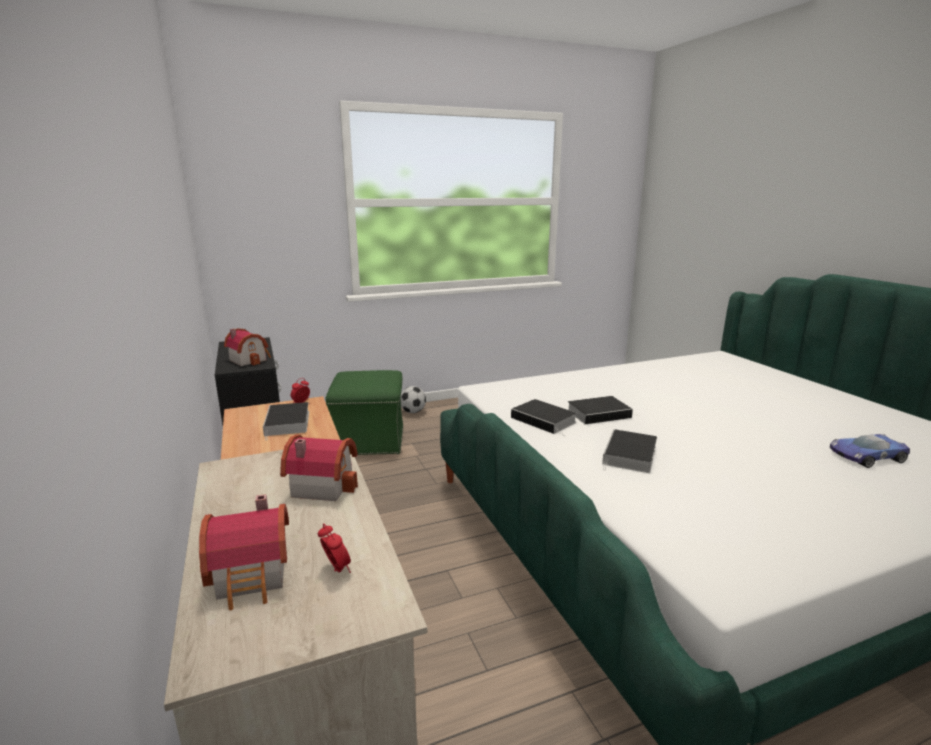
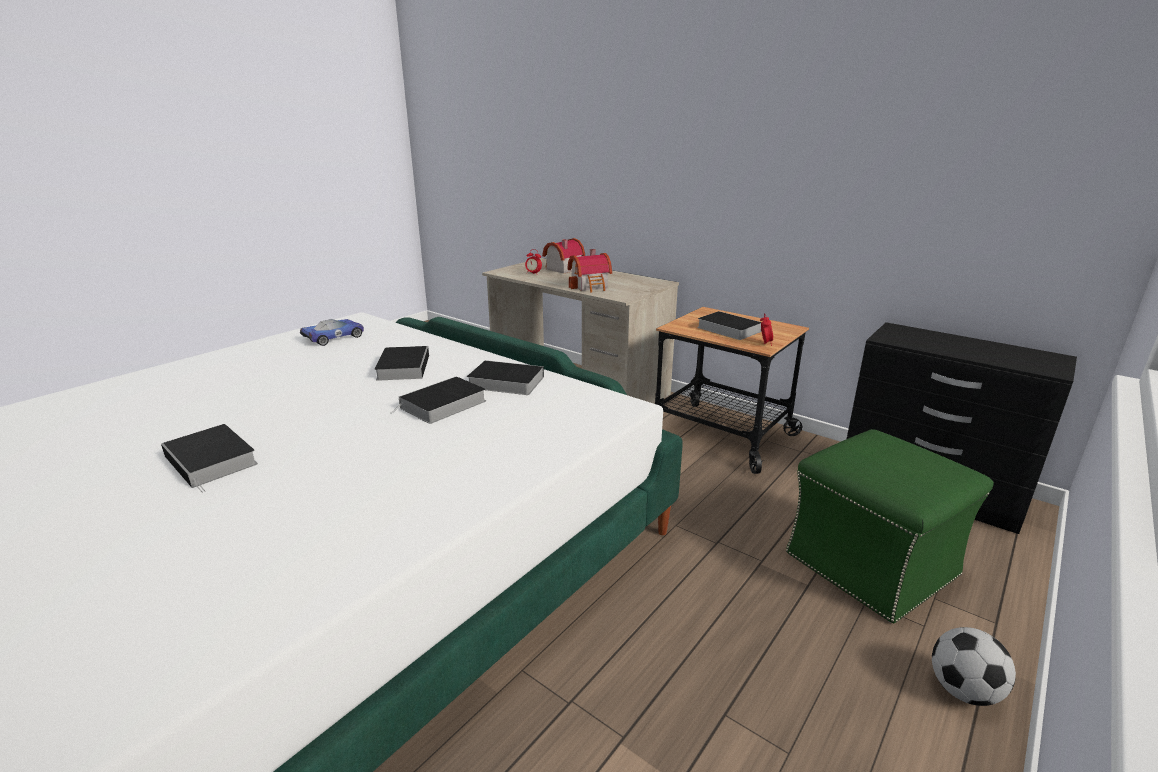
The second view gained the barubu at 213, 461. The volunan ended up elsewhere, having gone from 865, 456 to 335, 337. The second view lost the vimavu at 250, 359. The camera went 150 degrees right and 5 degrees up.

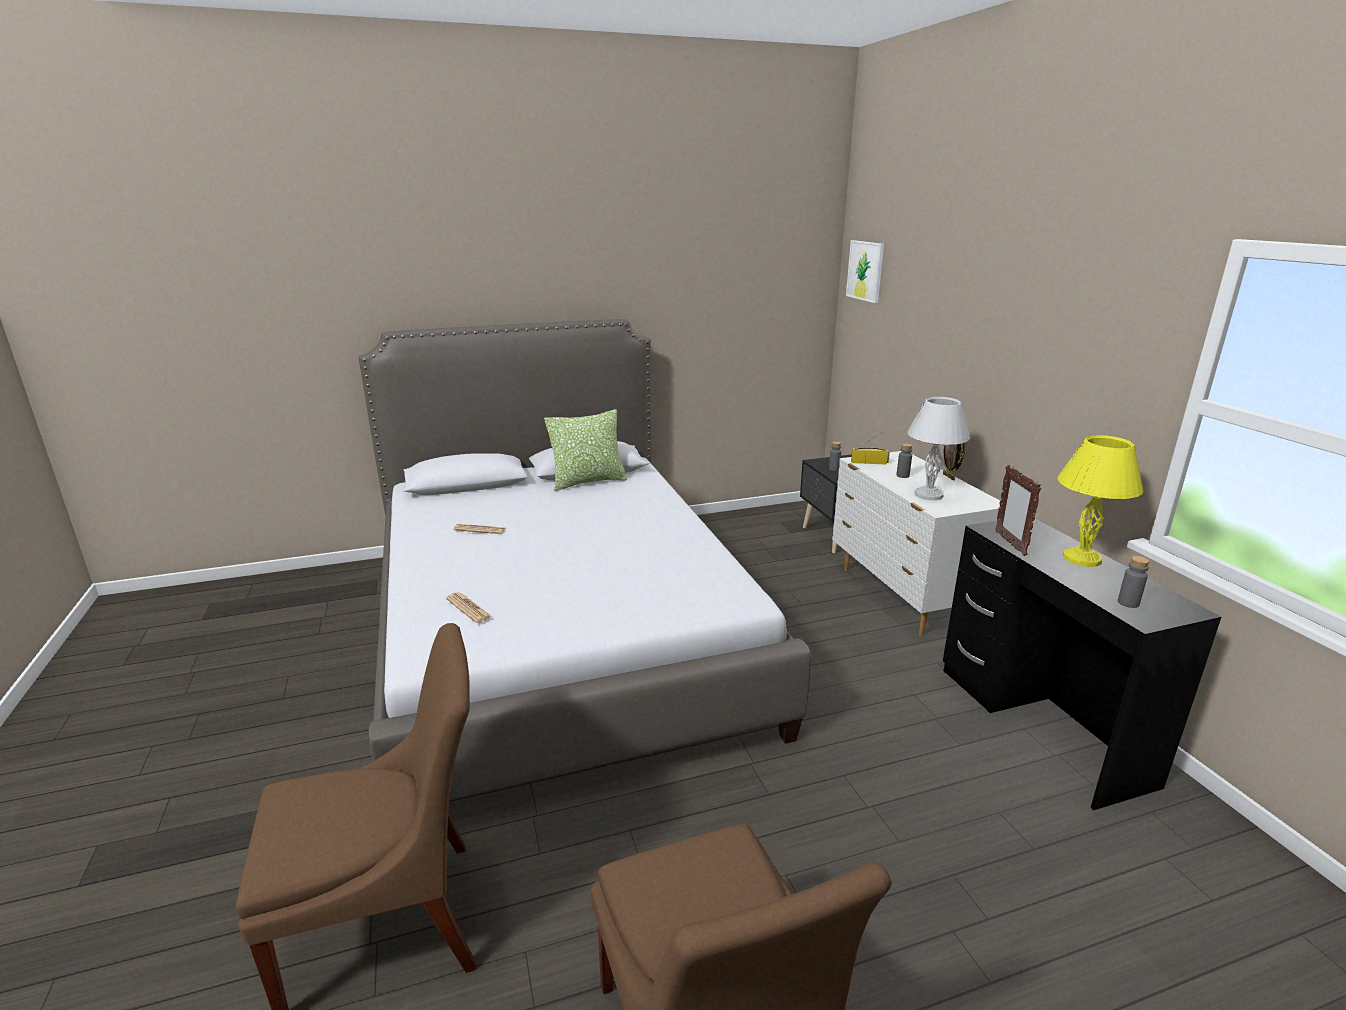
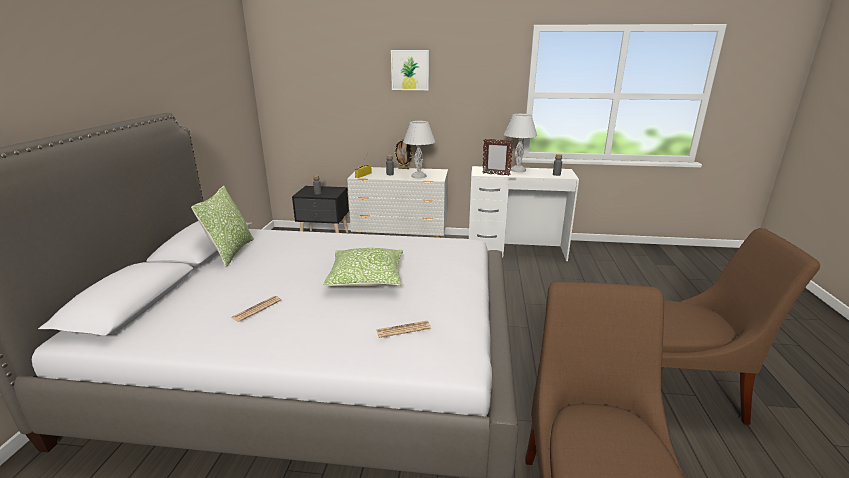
The second view gained the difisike at 366, 278. The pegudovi ended up elsewhere, having gone from 865, 271 to 410, 70. What was the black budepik at 1041, 724 turned into the white budepik at 516, 250. What was the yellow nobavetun at 1081, 558 turned into the white nobavetun at 517, 170. The camera went 65 degrees left and 0 degrees up.

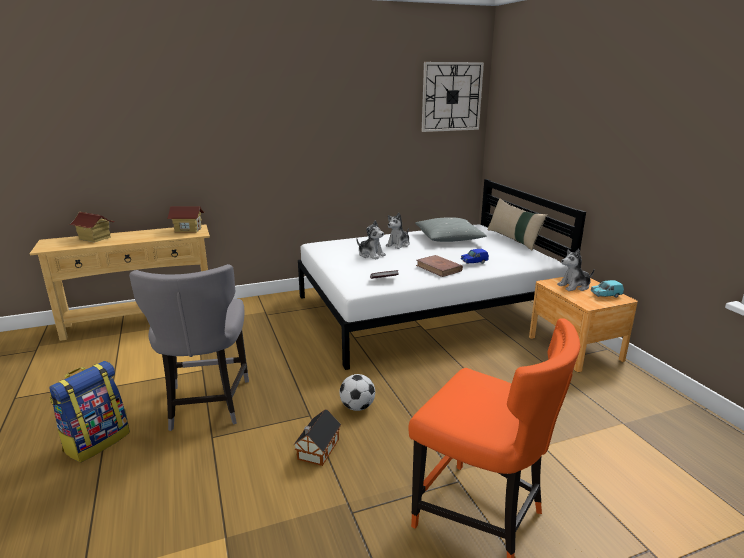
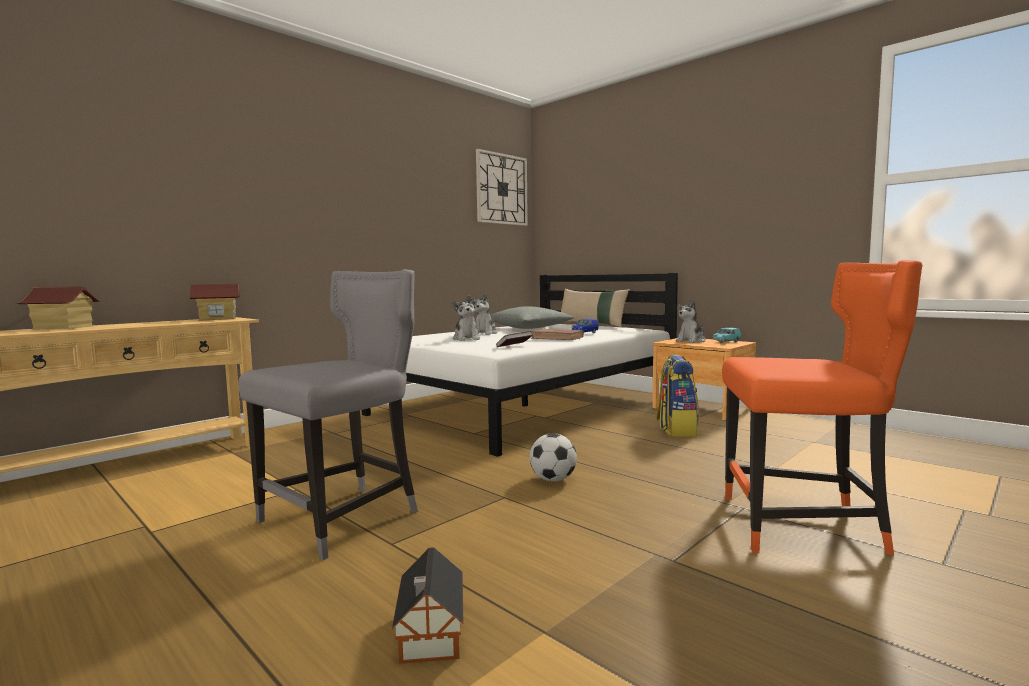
The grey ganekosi at 206, 405 ended up facing another way, 105 degrees counterclockwise from before. The vimavu ended up elsewhere, having gone from 317, 450 to 430, 635. The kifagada at 371, 255 ended up facing another way, 60 degrees clockwise from before. The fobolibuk ended up elsewhere, having gone from 97, 441 to 676, 430. The camera went 25 degrees left and 15 degrees down.

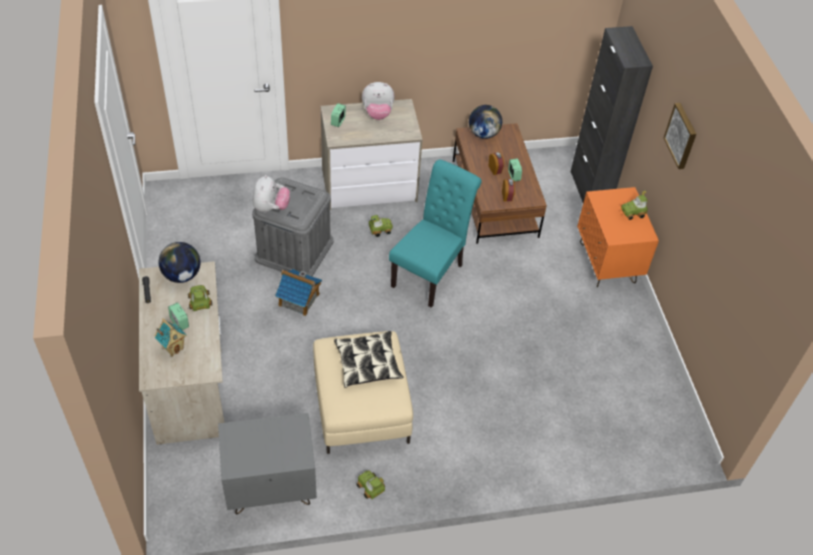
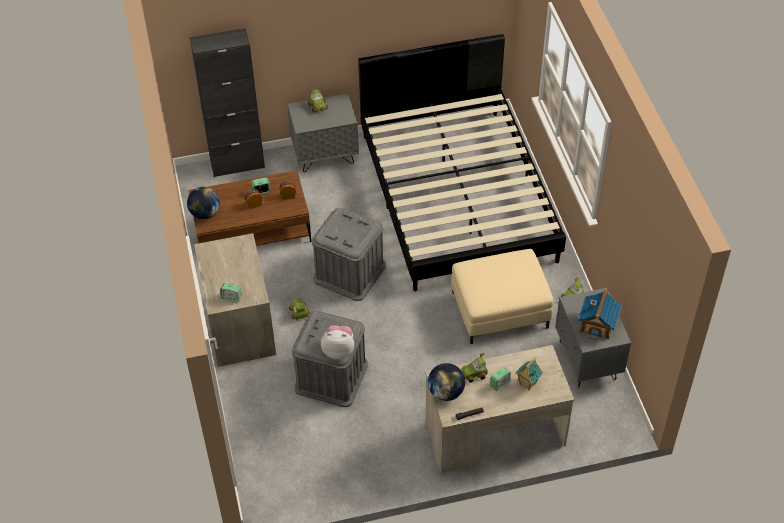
What was the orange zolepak at 607, 263 turned into the grey zolepak at 325, 156. Where the turquoise ganekosi stood at 430, 273, the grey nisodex came to stand at 349, 272. The second view gained the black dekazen at 457, 195. The vimavu ended up elsewhere, having gone from 299, 300 to 598, 324. The second view lost the difisike at 368, 364. The second view lost the kifagada at 377, 114. The second view lost the pegudovi at 682, 135. The camera went 90 degrees left and 0 degrees up.

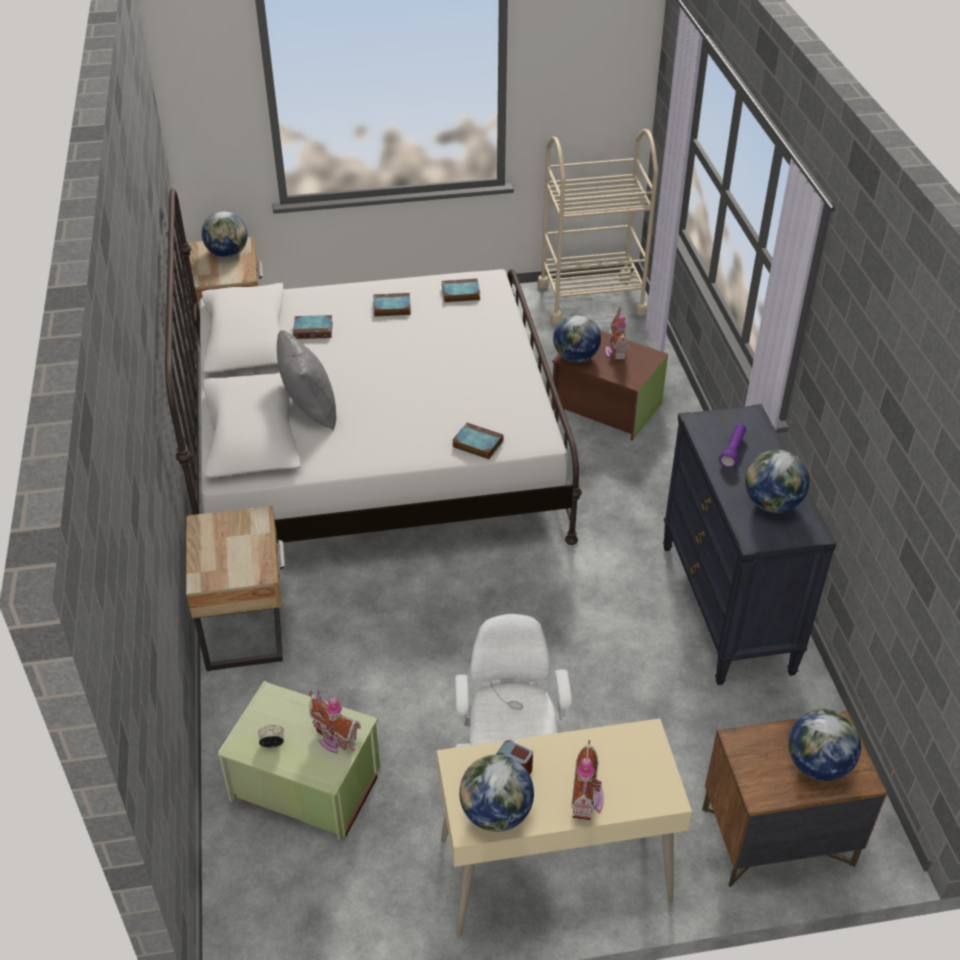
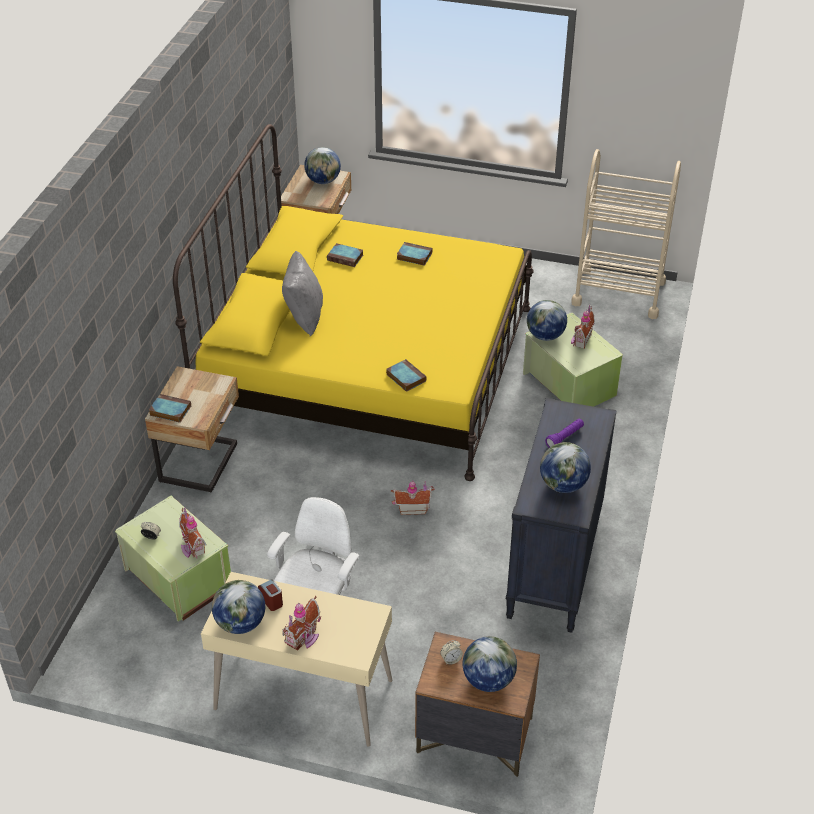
The barubu ended up elsewhere, having gone from 460, 293 to 169, 410. What was the white dekazen at 375, 451 turned into the yellow dekazen at 368, 365. The second view gained the vimavu at 412, 508. The second view gained the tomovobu at 451, 659. What was the brown nisodex at 606, 405 turned into the green nisodex at 570, 383. The camera went 25 degrees right and 0 degrees up.

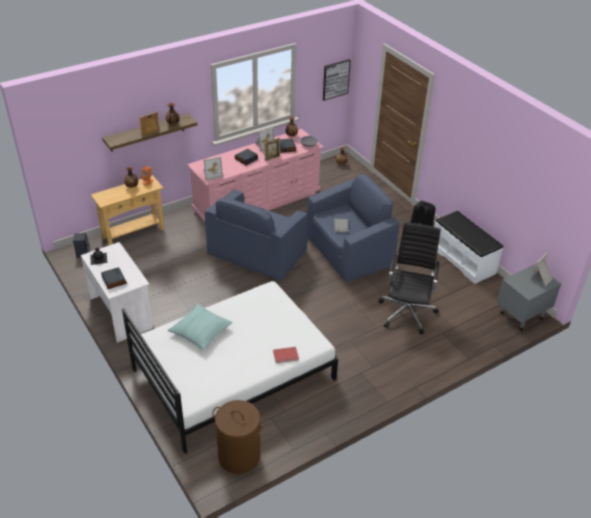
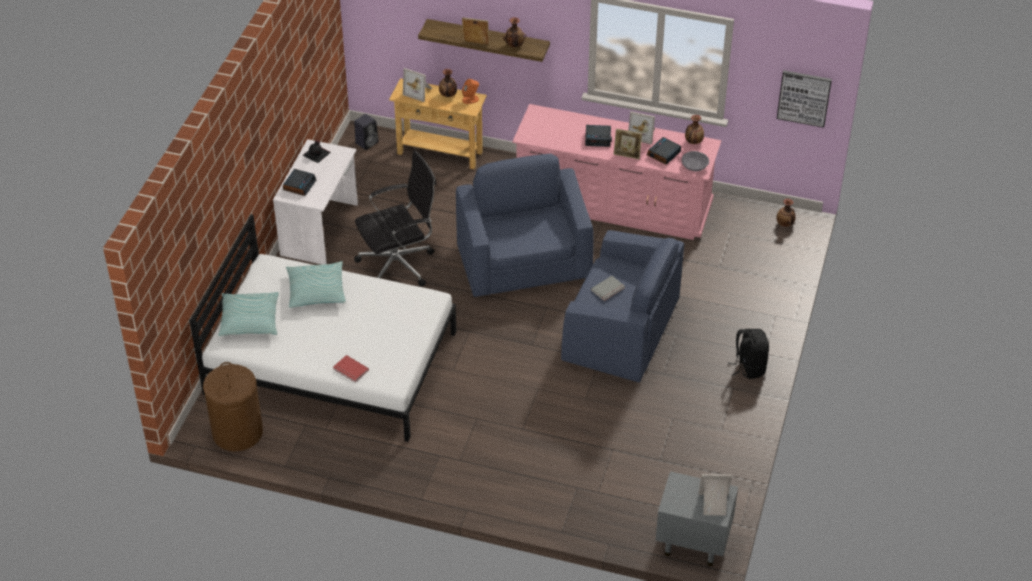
The second view gained the difisike at 249, 320. The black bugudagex ended up elsewhere, having gone from 407, 311 to 399, 264. The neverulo ended up elsewhere, having gone from 212, 174 to 419, 92. The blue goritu at 257, 253 ended up facing another way, 90 degrees clockwise from before. The second view lost the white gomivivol at 463, 260. The camera went 50 degrees right and 5 degrees up.

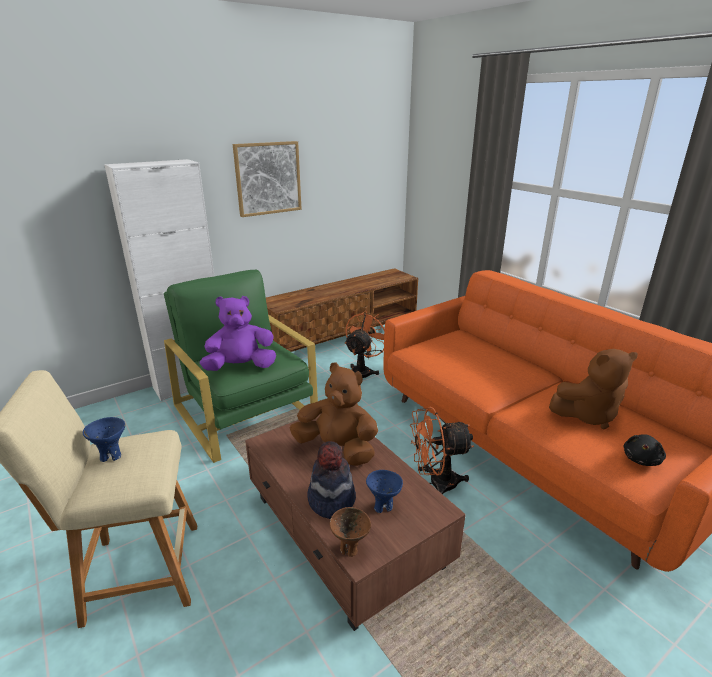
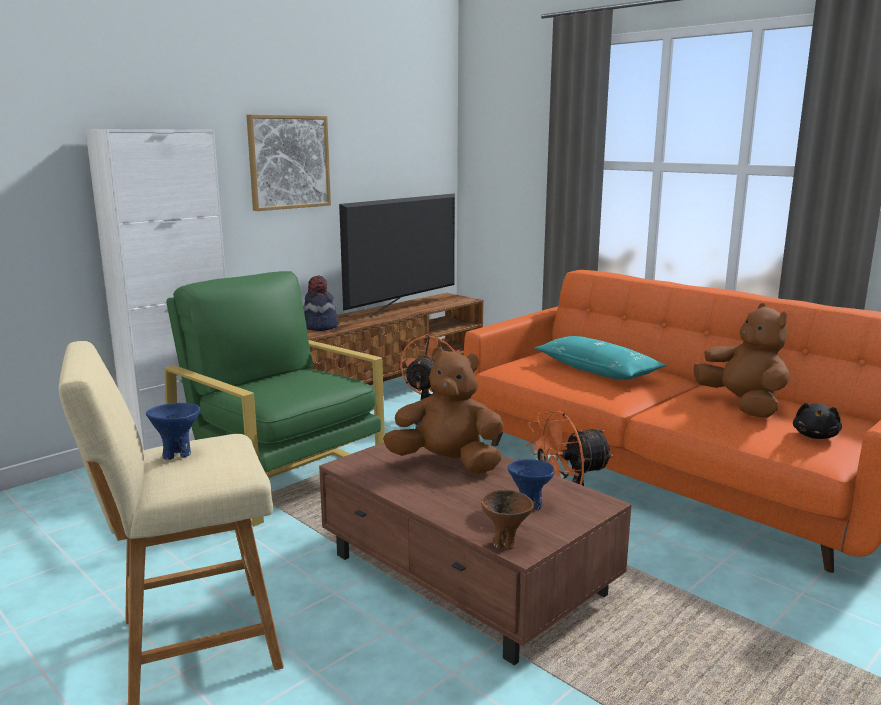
The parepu ended up elsewhere, having gone from 331, 499 to 319, 326. The second view gained the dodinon at 402, 309. The second view gained the turquoise difisike at 597, 370. The brown kifagada at 587, 415 ended up facing another way, 90 degrees counterclockwise from before. The second view lost the purple kifagada at 241, 367. The camera went 10 degrees left and 10 degrees down.

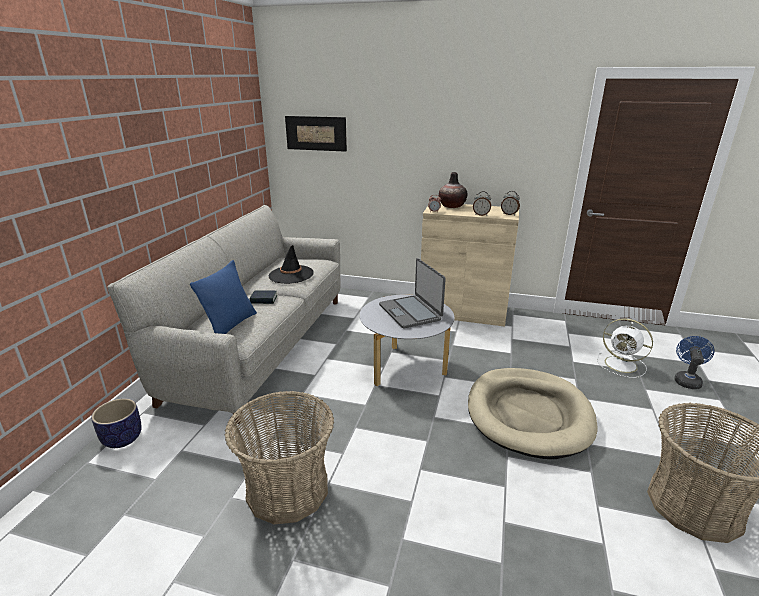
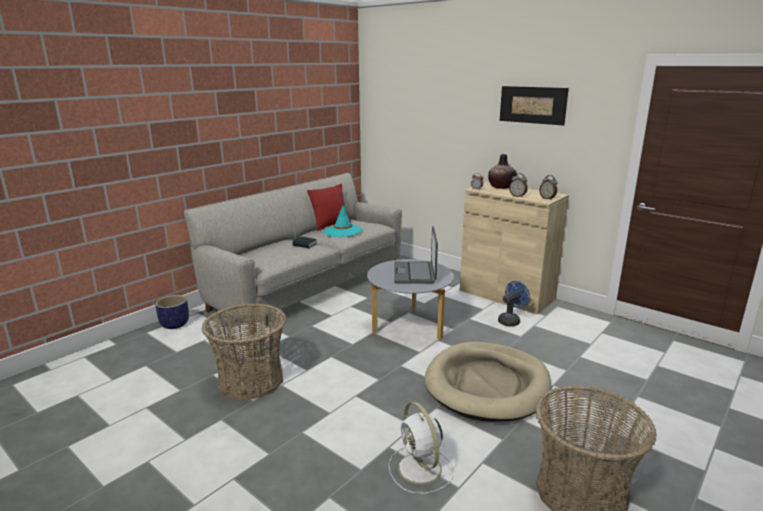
The second view gained the red difisike at 330, 225. What was the black parepu at 291, 275 turned into the turquoise parepu at 342, 231. The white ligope ended up elsewhere, having gone from 622, 365 to 420, 469. The blue ligope ended up elsewhere, having gone from 686, 380 to 511, 320. The pegudovi ended up elsewhere, having gone from 316, 133 to 532, 105. The second view lost the blue difisike at 230, 325. The camera went 25 degrees right and 5 degrees down.

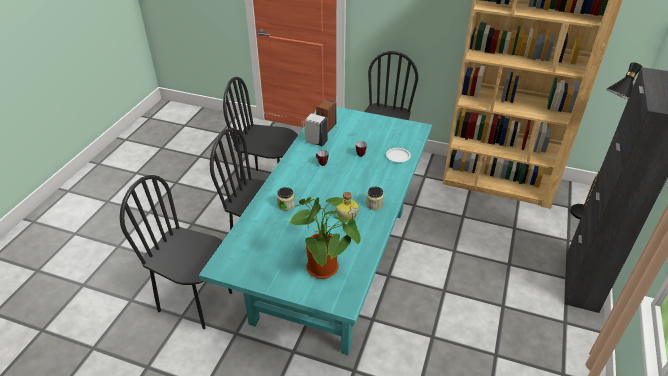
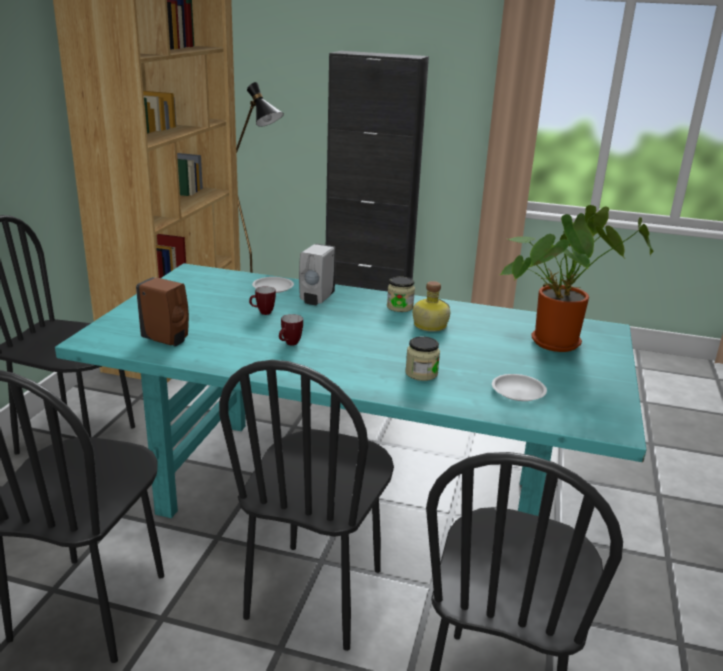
The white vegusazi ended up elsewhere, having gone from 315, 142 to 316, 299. The second view gained the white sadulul at 518, 391. The camera went 95 degrees left and 15 degrees down.

